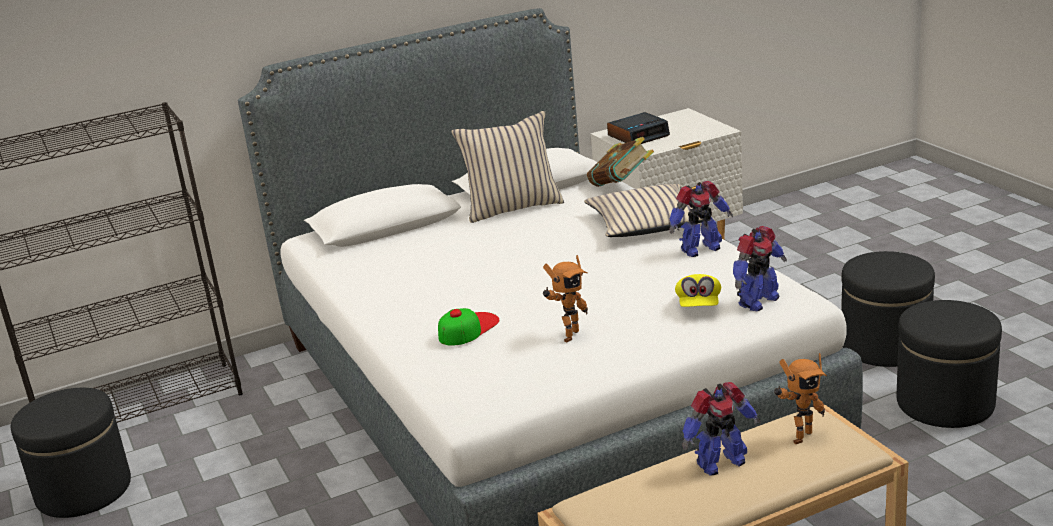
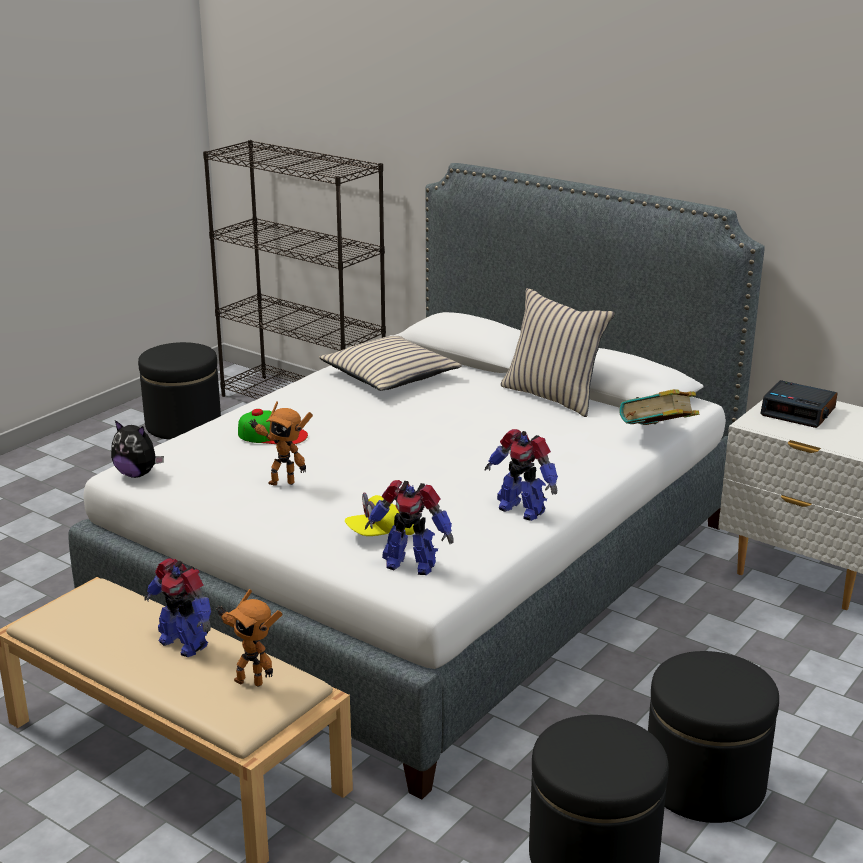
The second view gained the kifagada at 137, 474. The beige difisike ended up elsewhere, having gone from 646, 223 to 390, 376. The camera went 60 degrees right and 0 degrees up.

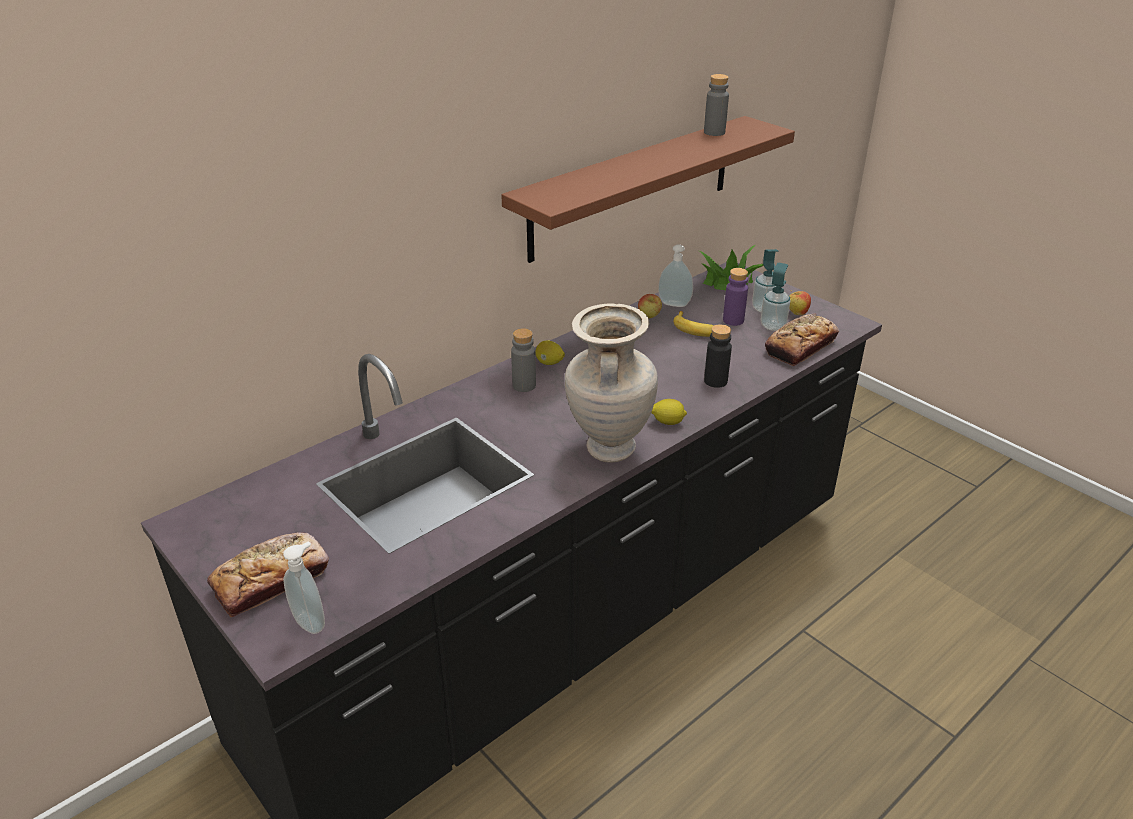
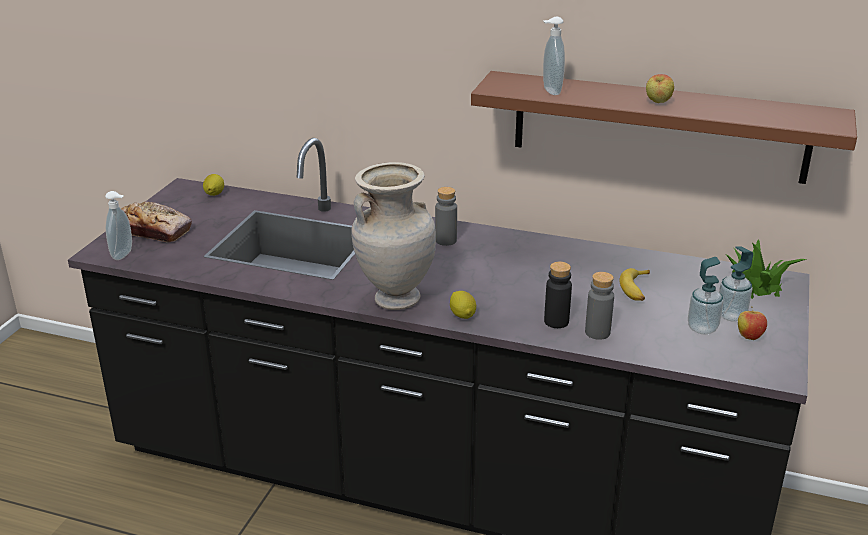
The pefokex ended up elsewhere, having gone from 549, 363 to 214, 194. The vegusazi ended up elsewhere, having gone from 674, 305 to 550, 91. The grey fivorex ended up elsewhere, having gone from 714, 132 to 597, 332. The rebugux ended up elsewhere, having gone from 649, 317 to 658, 102. The second view lost the purple fivorex at 733, 320. The second view lost the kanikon at 800, 346. The camera went 60 degrees right and 5 degrees down.

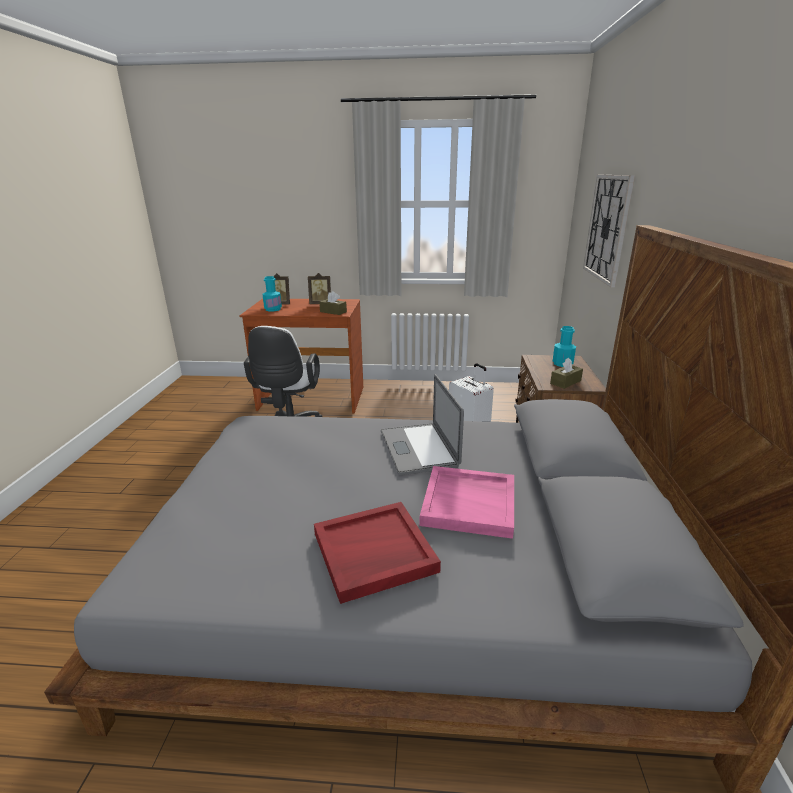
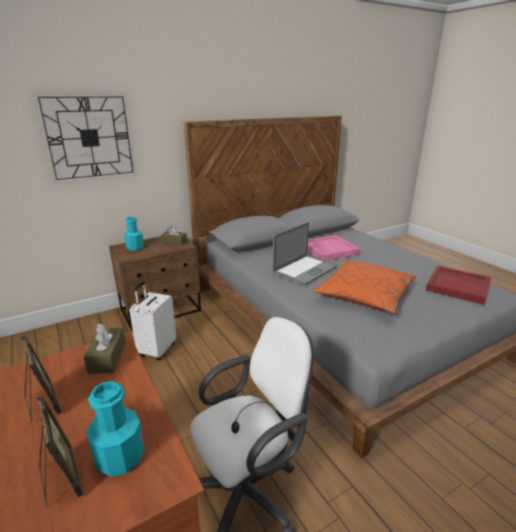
The second view gained the orange difisike at 364, 294. The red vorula ended up elsewhere, having gone from 373, 553 to 458, 286. The camera went 125 degrees left and 0 degrees up.

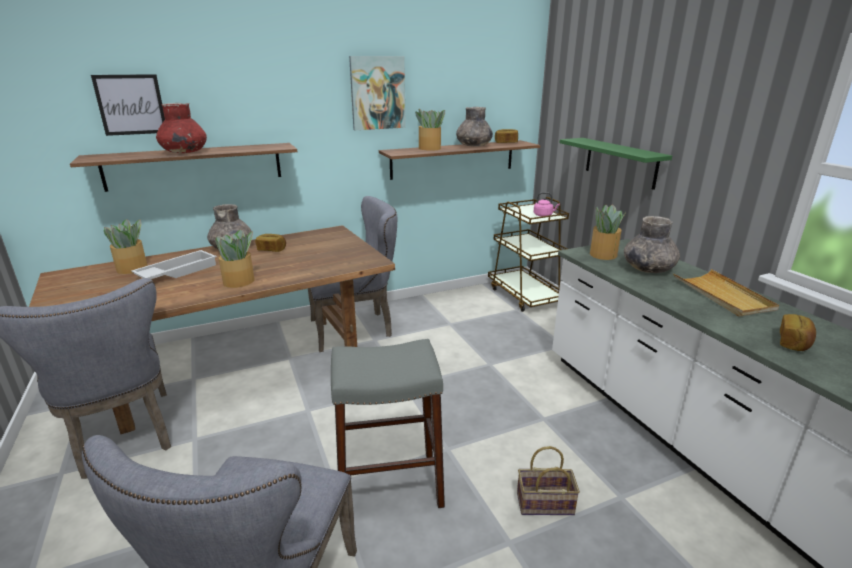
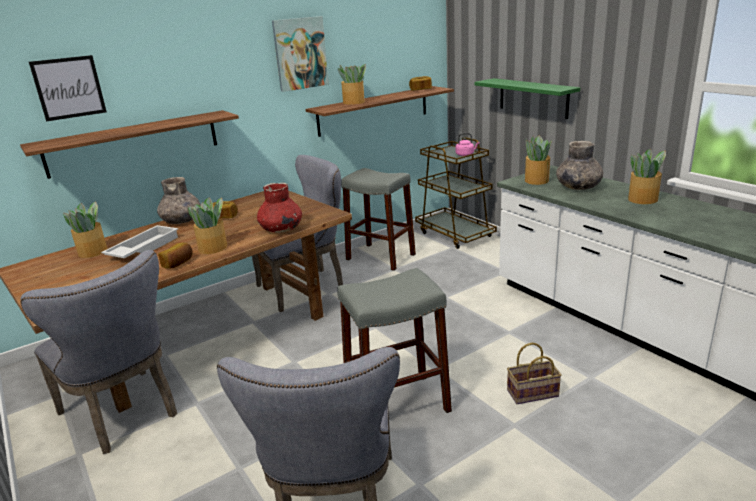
The kanikon ended up elsewhere, having gone from 794, 343 to 178, 263. The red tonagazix ended up elsewhere, having gone from 184, 152 to 281, 229. The second view gained the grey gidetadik at 381, 257. Where the beige vorula stood at 722, 295, the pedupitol came to stand at 643, 199. The second view lost the grey tonagazix at 473, 146. The camera went 10 degrees left and 0 degrees up.

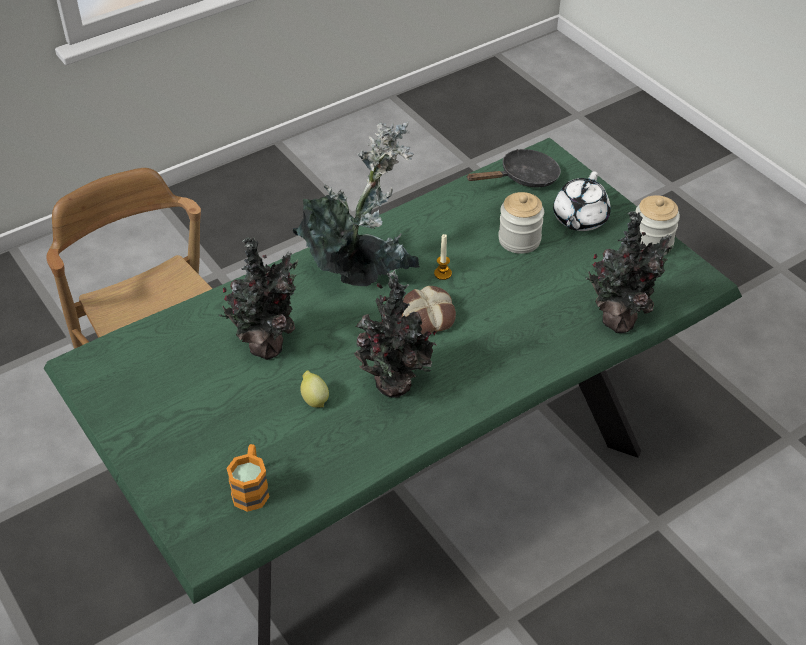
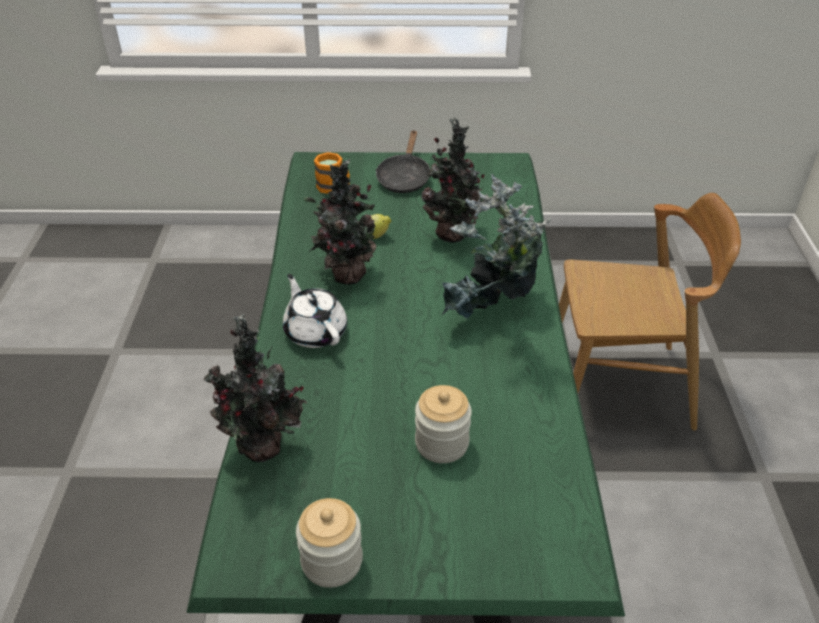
The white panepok ended up elsewhere, having gone from 579, 219 to 315, 331. The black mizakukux ended up elsewhere, having gone from 523, 178 to 404, 178. The second view lost the kanikon at 426, 316. The second view lost the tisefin at 442, 273. The camera went 125 degrees right and 5 degrees down.

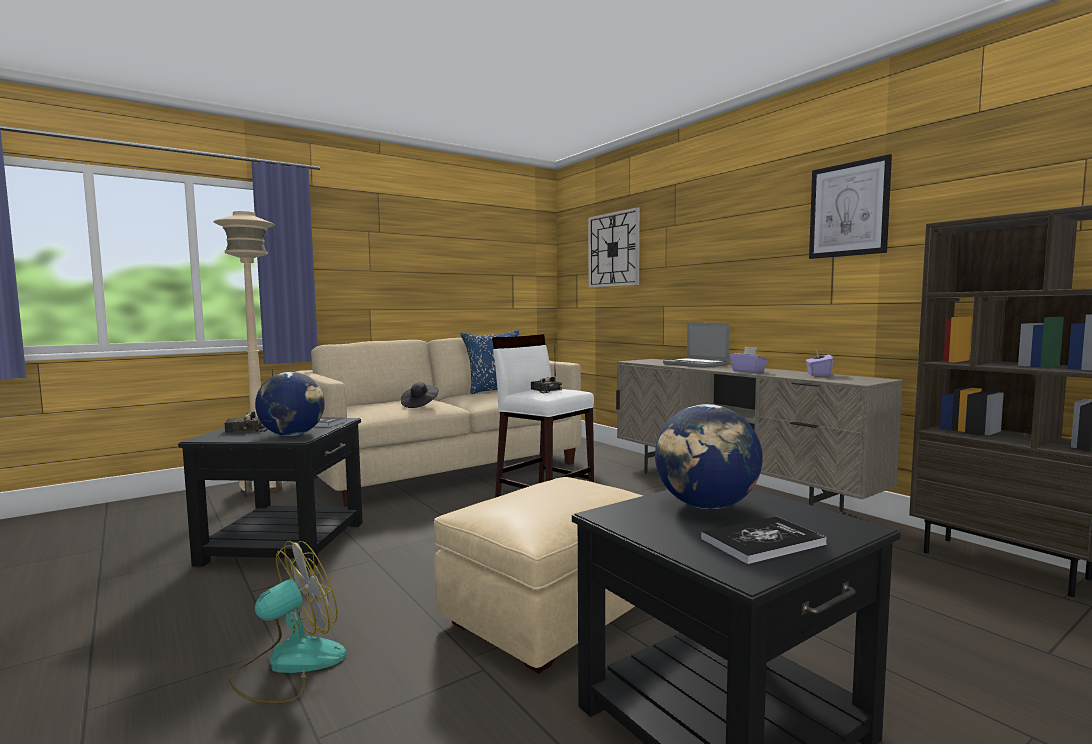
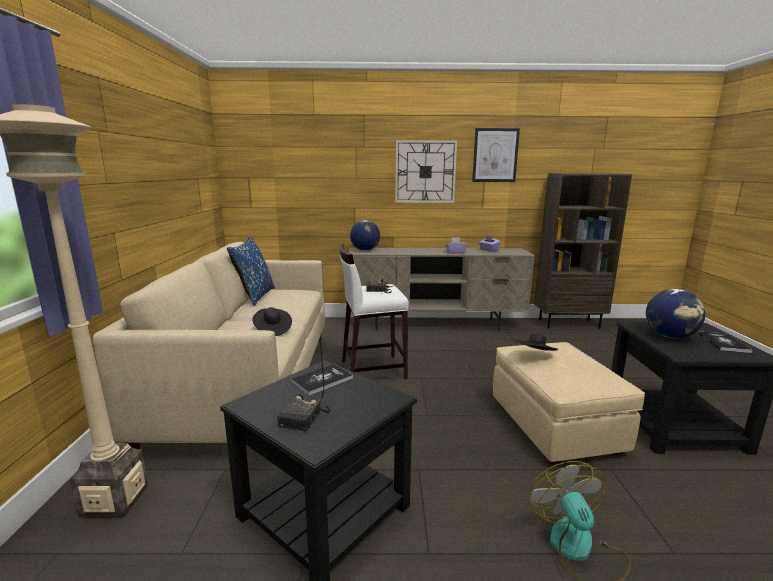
The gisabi ended up elsewhere, having gone from 293, 435 to 365, 250. The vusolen ended up elsewhere, having gone from 613, 249 to 425, 172. The second view gained the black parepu at 535, 355. The second view lost the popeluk at 697, 364. The camera went 55 degrees left and 10 degrees up.

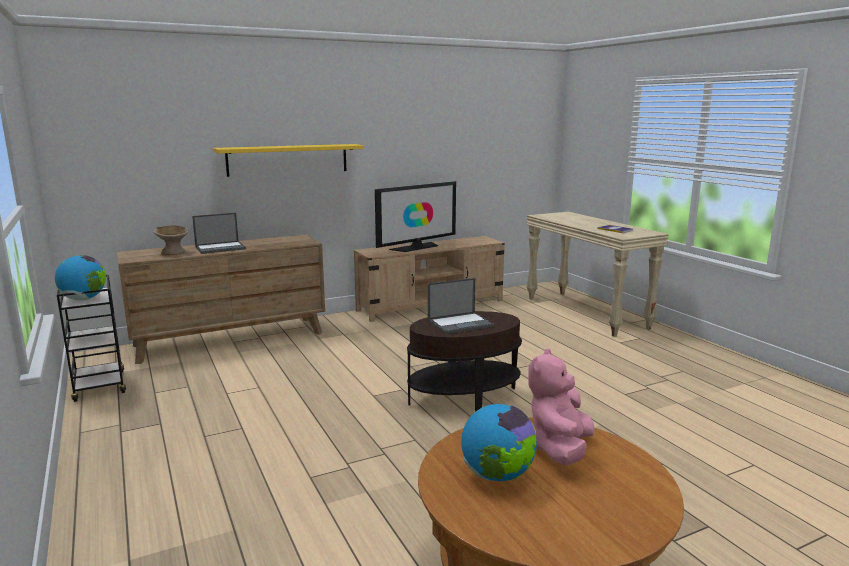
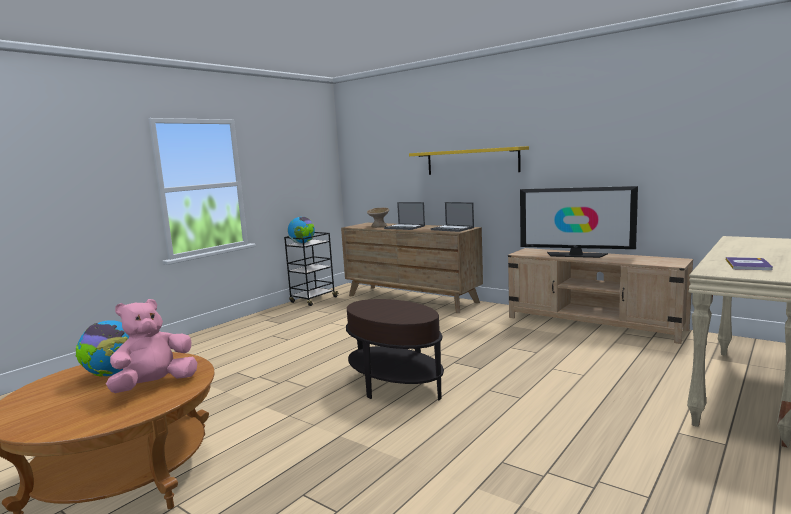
The pink kifagada at 559, 449 ended up facing another way, 45 degrees counterclockwise from before. The popeluk ended up elsewhere, having gone from 460, 323 to 453, 229. The camera went 65 degrees right and 5 degrees down.

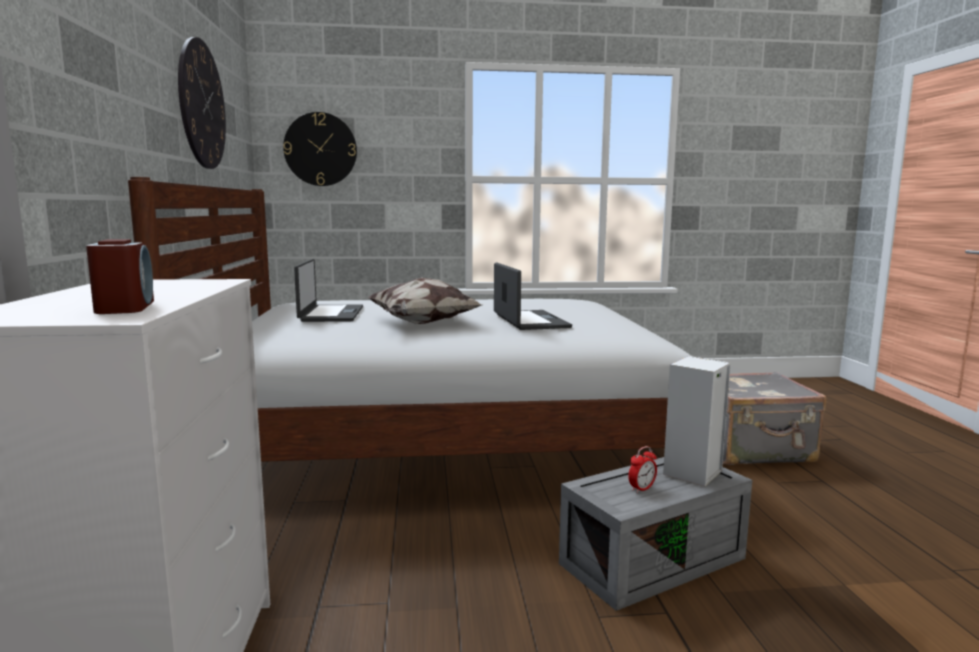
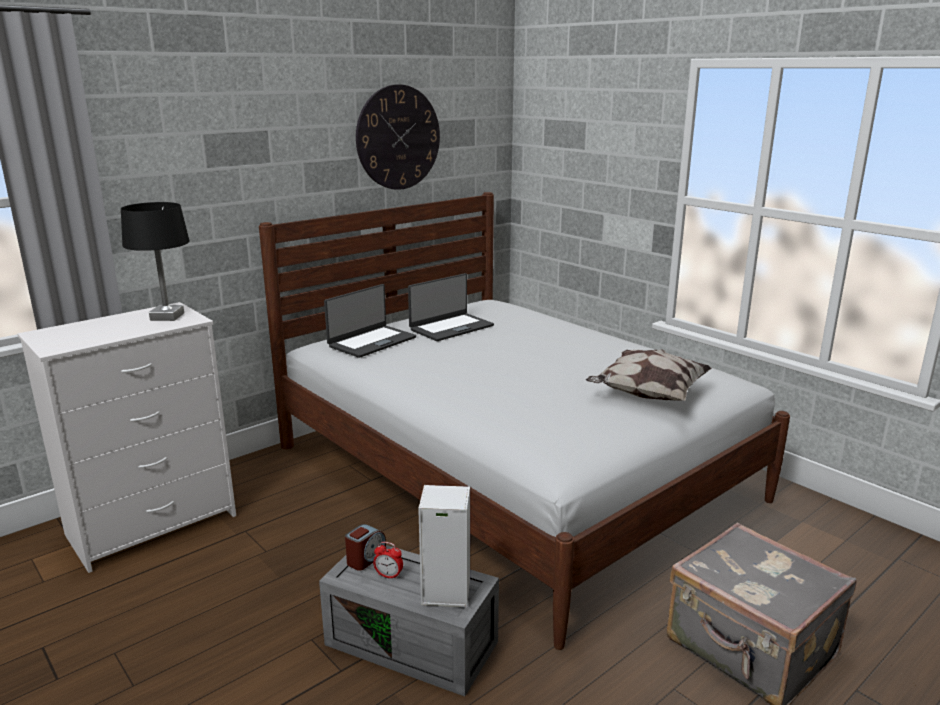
The second view gained the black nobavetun at 167, 316. The popeluk ended up elsewhere, having gone from 529, 321 to 371, 342. The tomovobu ended up elsewhere, having gone from 125, 307 to 366, 558. The difisike ended up elsewhere, having gone from 422, 323 to 647, 395. The second view lost the vusolen at 320, 149. The camera went 55 degrees right and 10 degrees up.

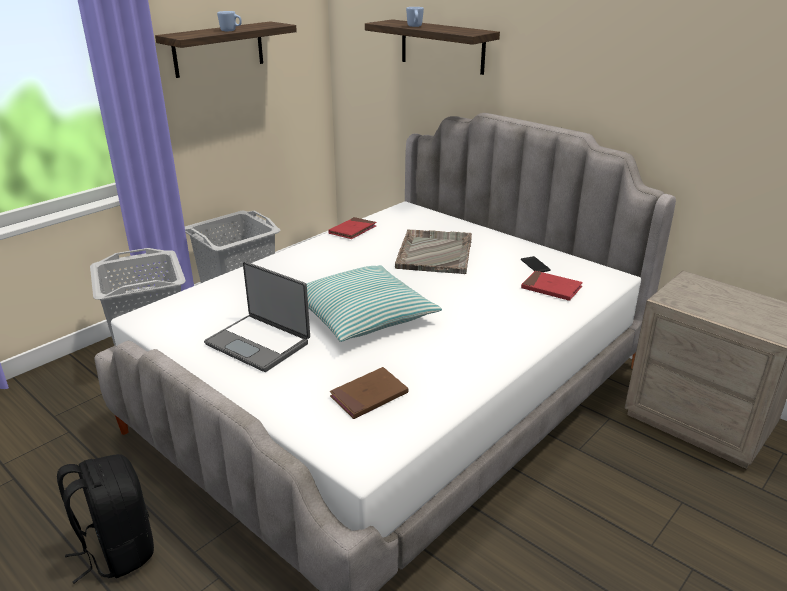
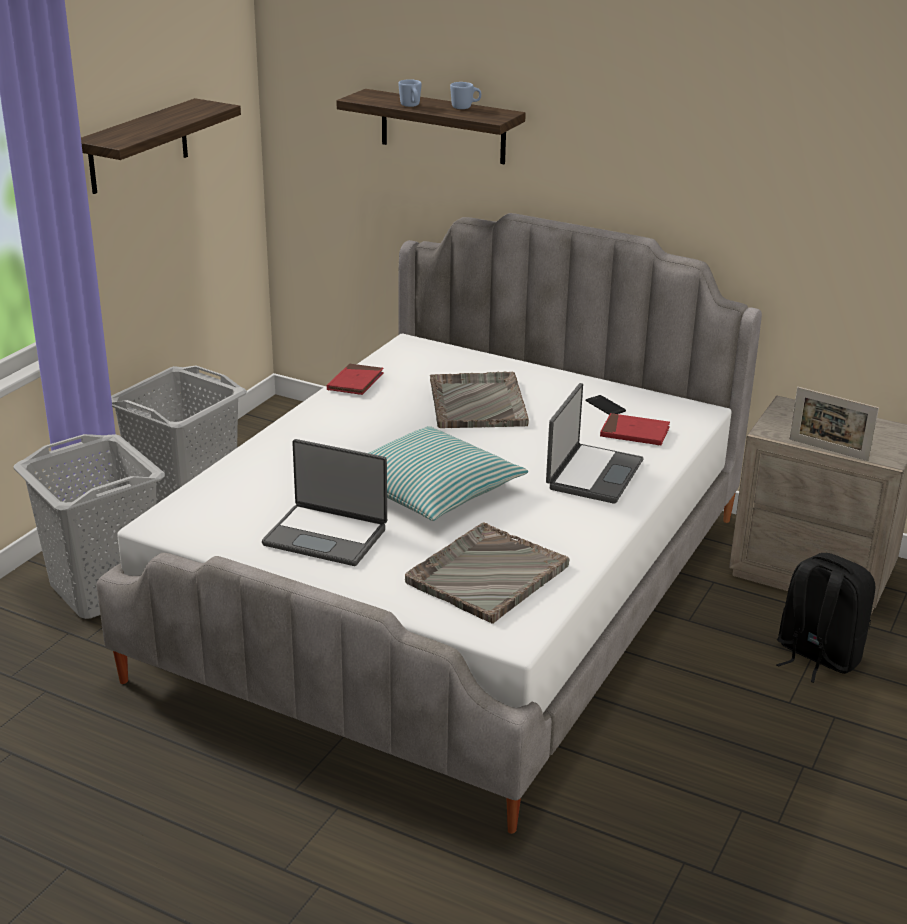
Where the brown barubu stood at 369, 396, the grey vorula came to stand at 486, 575. The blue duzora ended up elsewhere, having gone from 231, 31 to 465, 107. The second view gained the popeluk at 592, 474. The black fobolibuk ended up elsewhere, having gone from 117, 550 to 816, 656. The second view gained the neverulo at 828, 450. The camera went 15 degrees left and 0 degrees up.

